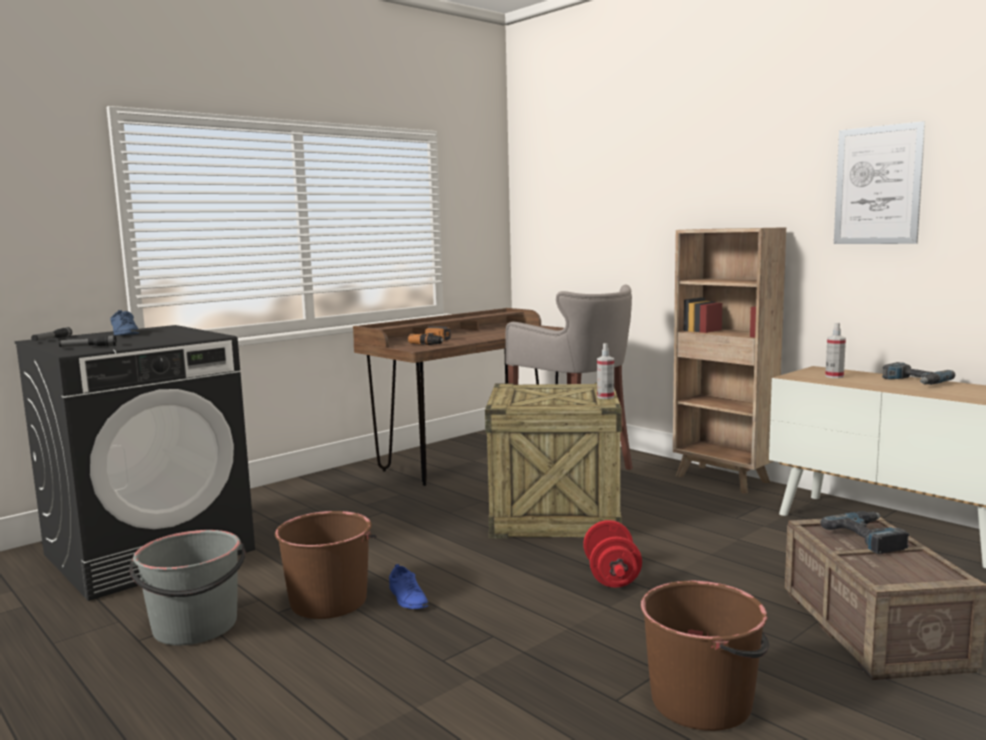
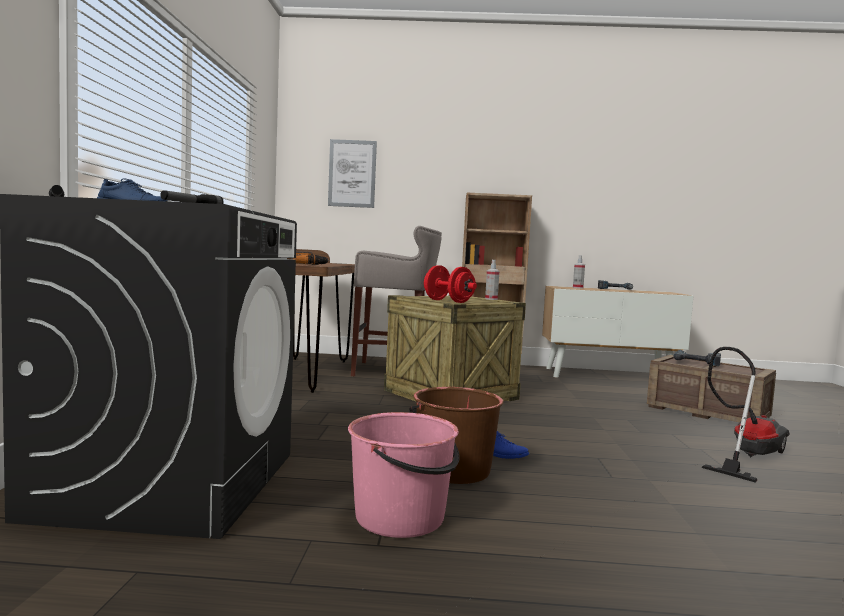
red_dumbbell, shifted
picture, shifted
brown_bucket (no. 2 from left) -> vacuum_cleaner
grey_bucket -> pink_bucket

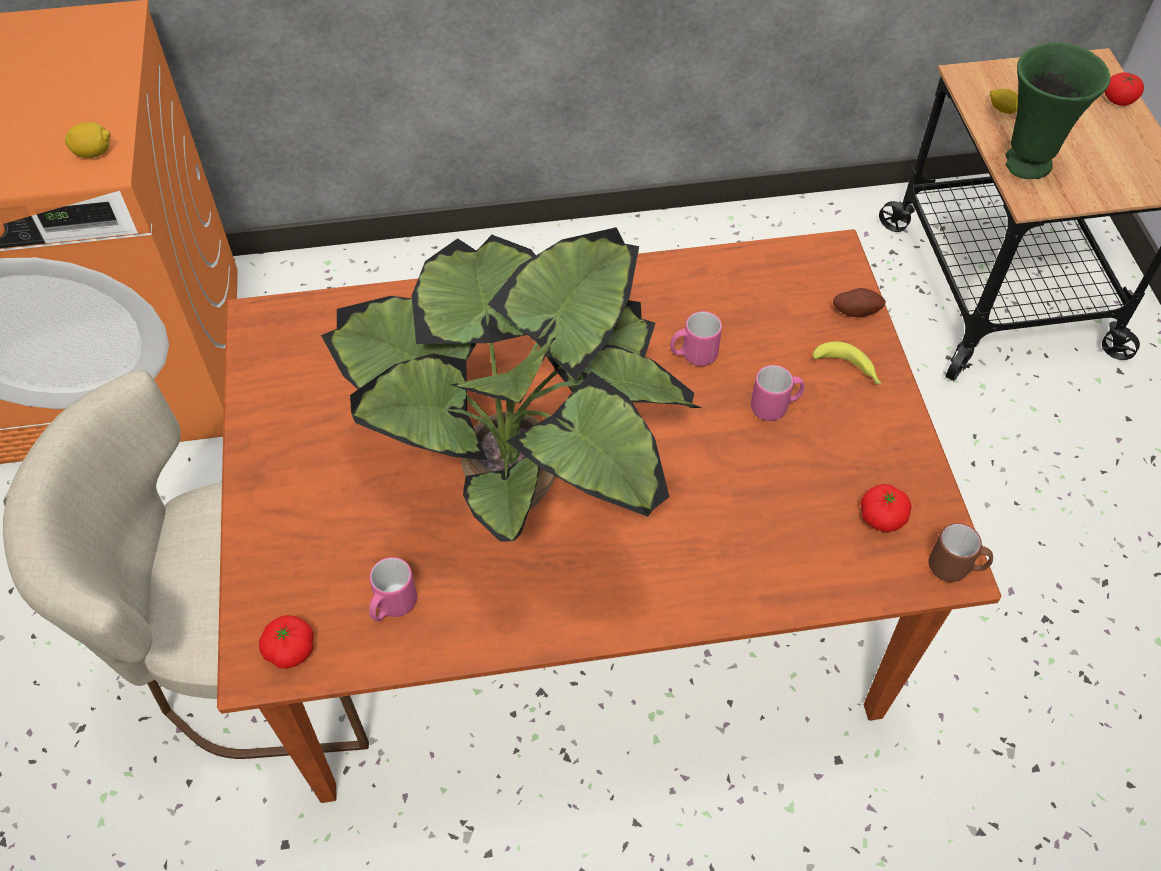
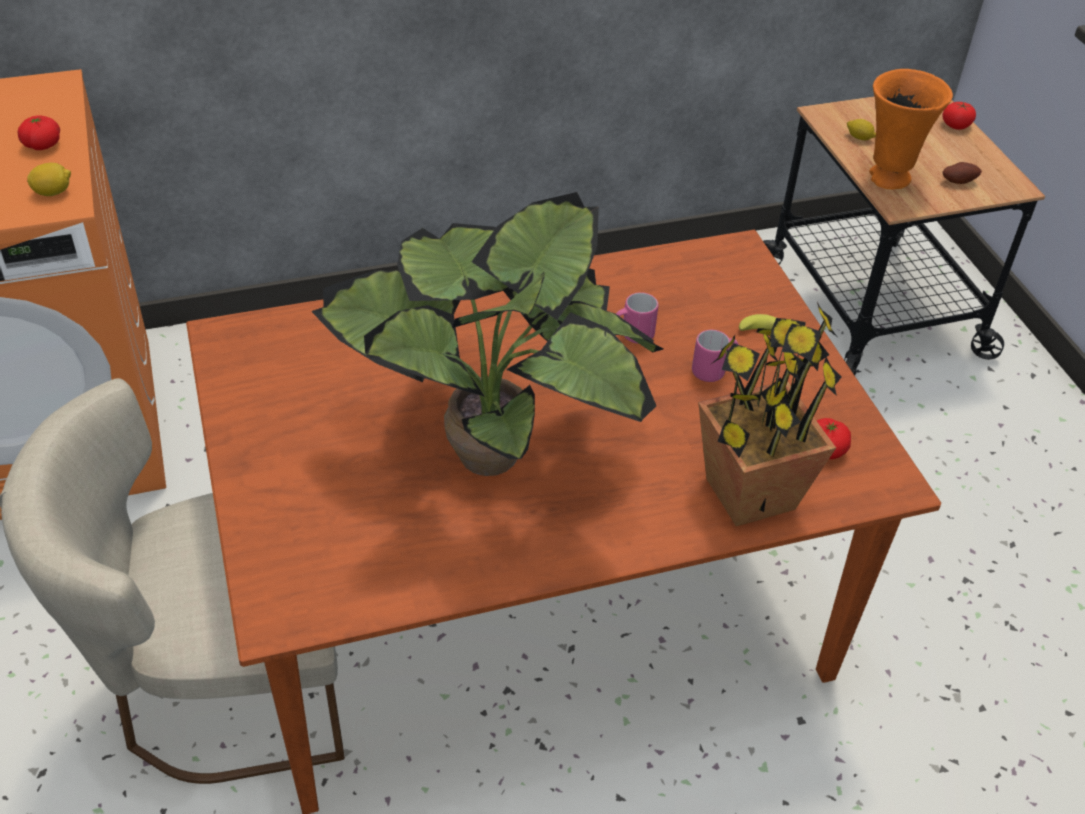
pink_mug (no. 1 from left) -> none
brown_mug -> none
none -> potted_plant (no. 2 from left)
tomato (no. 1 from left), shifted
potato, shifted
green_vase -> orange_vase

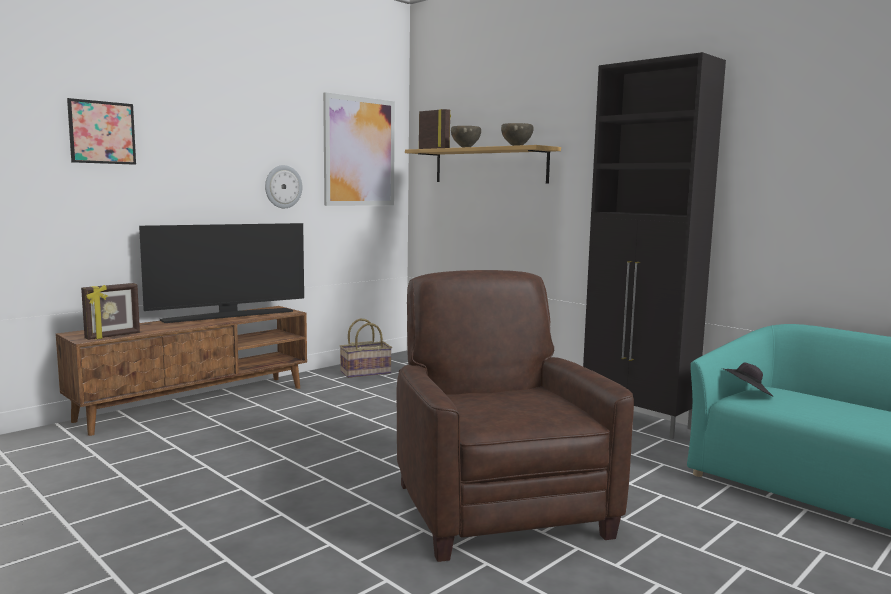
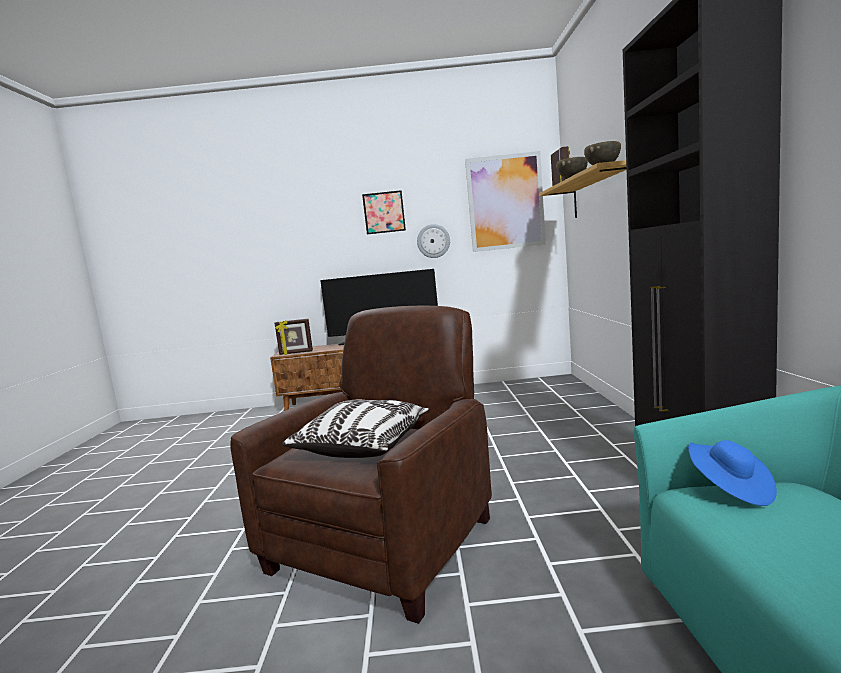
basket -> none
none -> pillow
picture (no. 1 from left), shifted
black_hat -> blue_hat

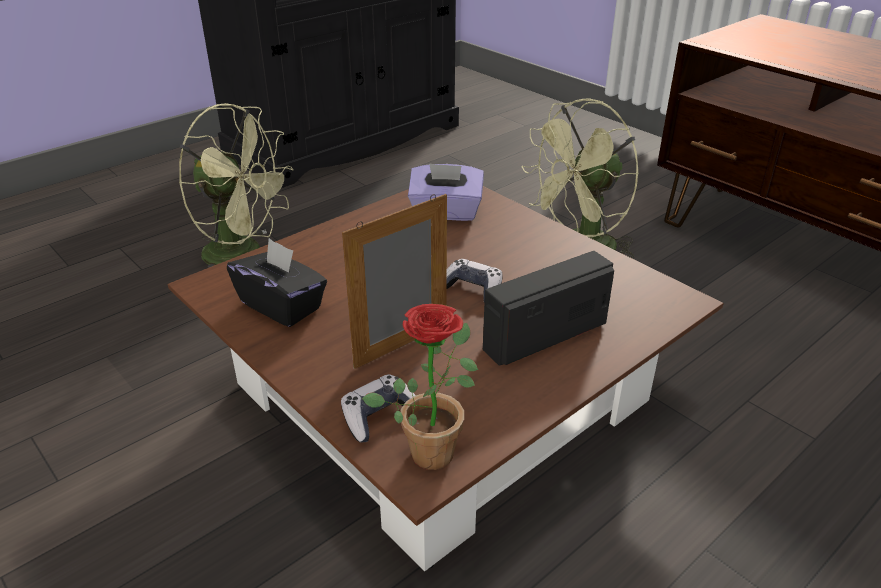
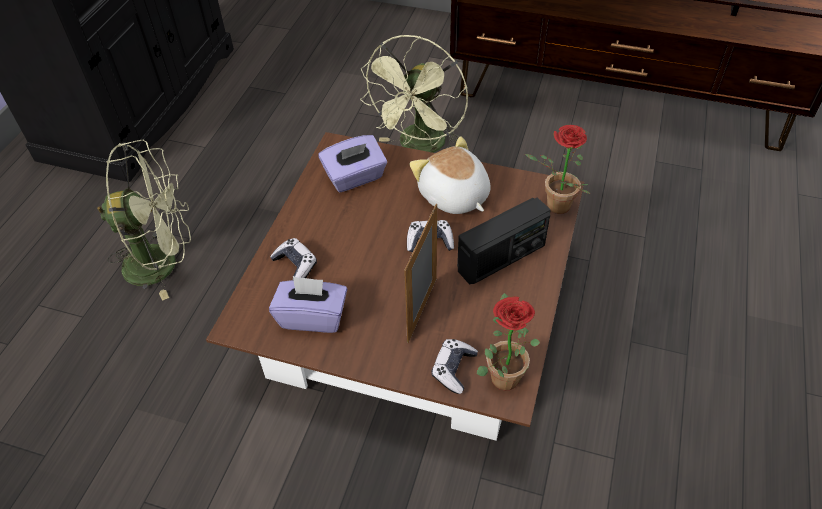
none -> game_controller (no. 1 from left)
none -> plush_toy
none -> potted_plant (no. 2 from left)
black_tissue_box -> purple_tissue_box (no. 1 from left)
radio, 150 degrees counterclockwise

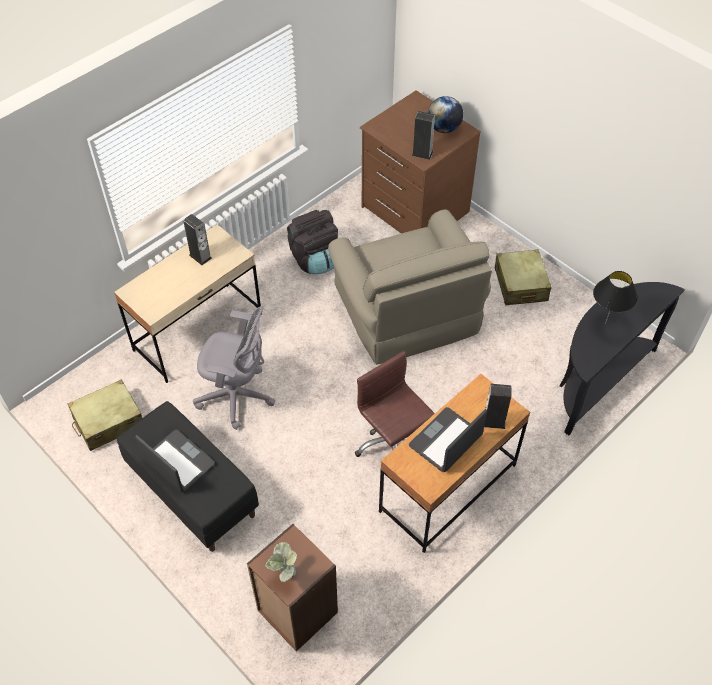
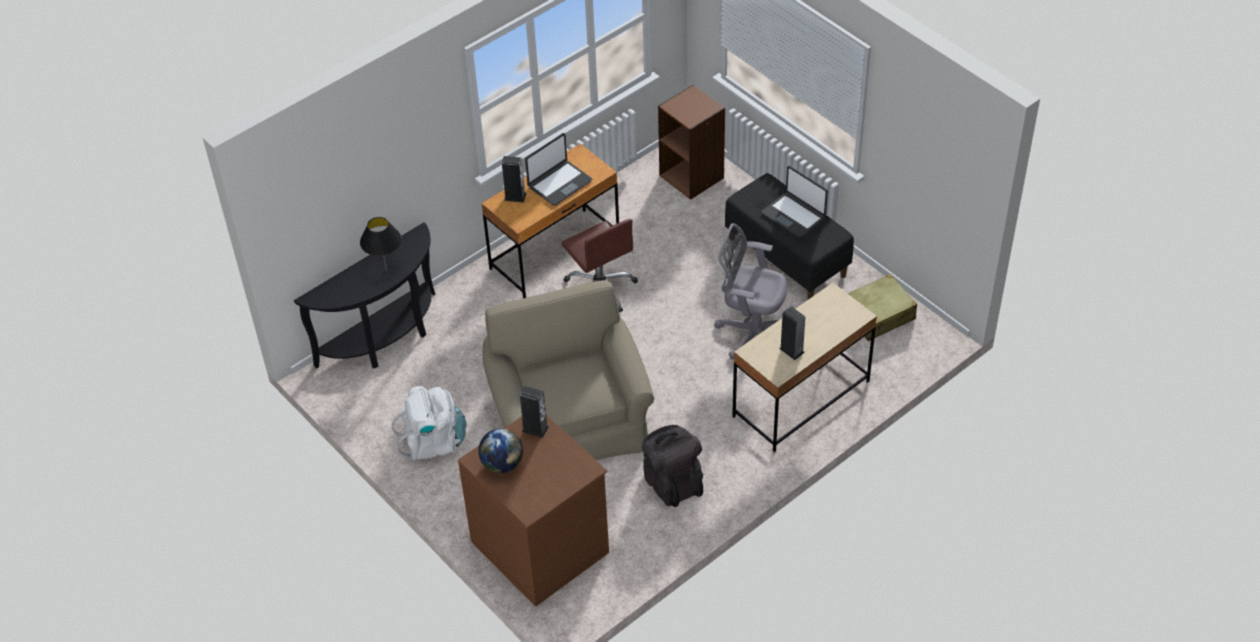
potted_plant -> none
beige_suitcase (no. 2 from left) -> white_backpack

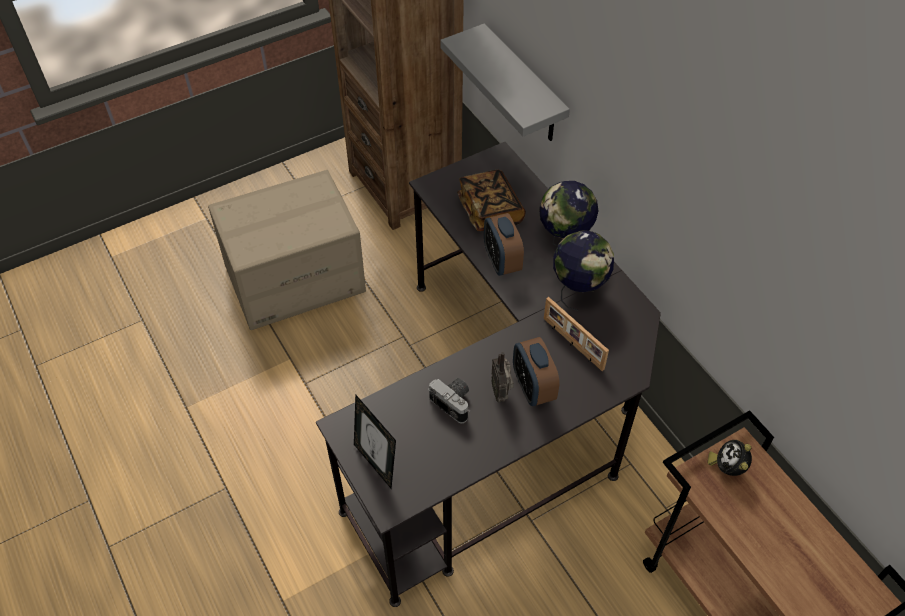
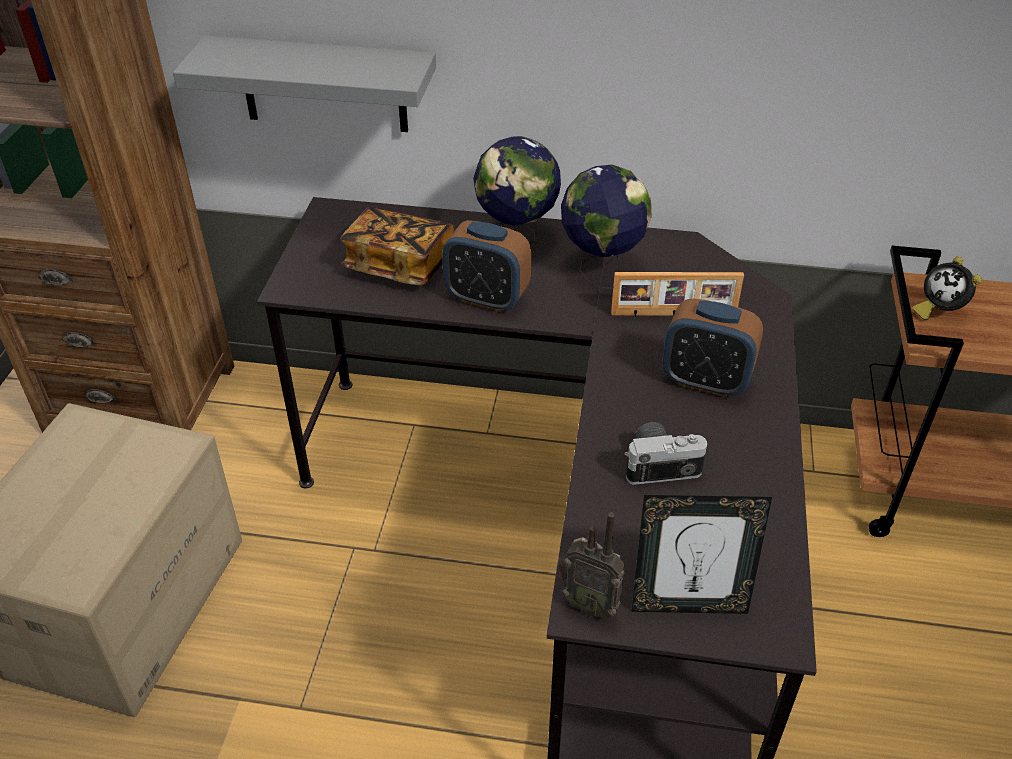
radio, shifted

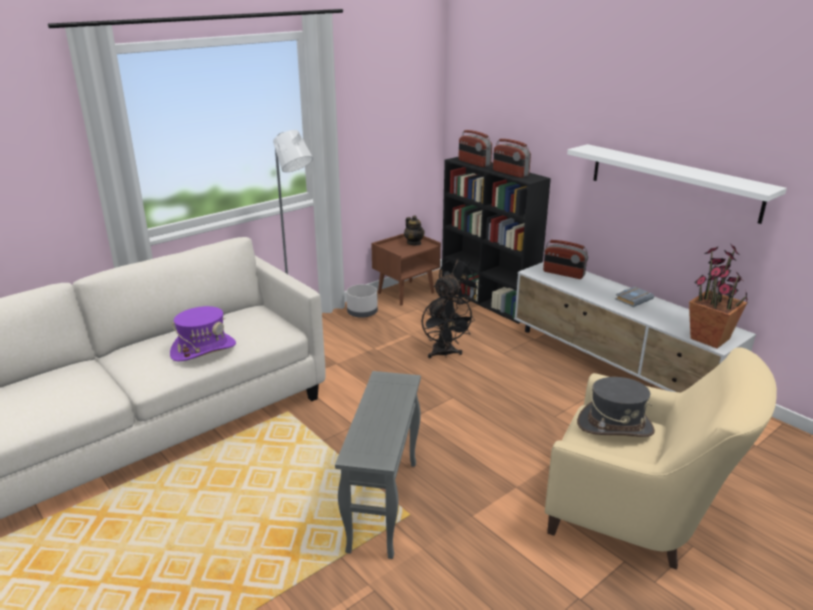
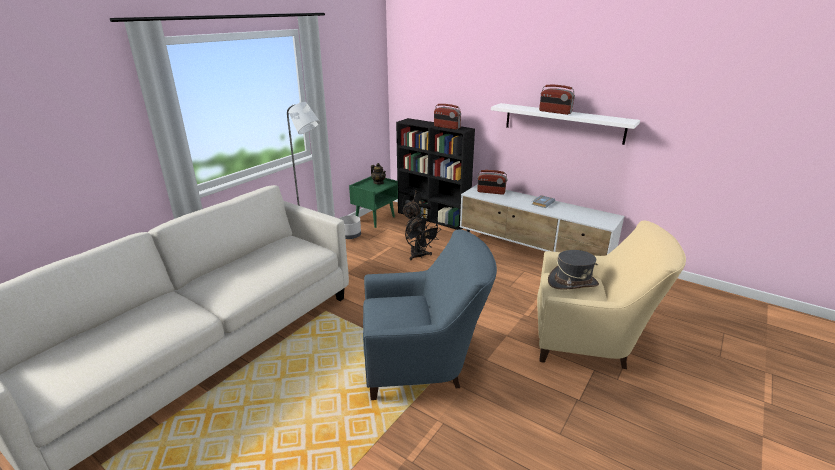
purple_hat -> none
potted_plant -> none
radio (no. 1 from left in the first image) -> radio (no. 3 from left), shifted
grey_side_table -> blue_armchair
brown_nightstand -> green_nightstand

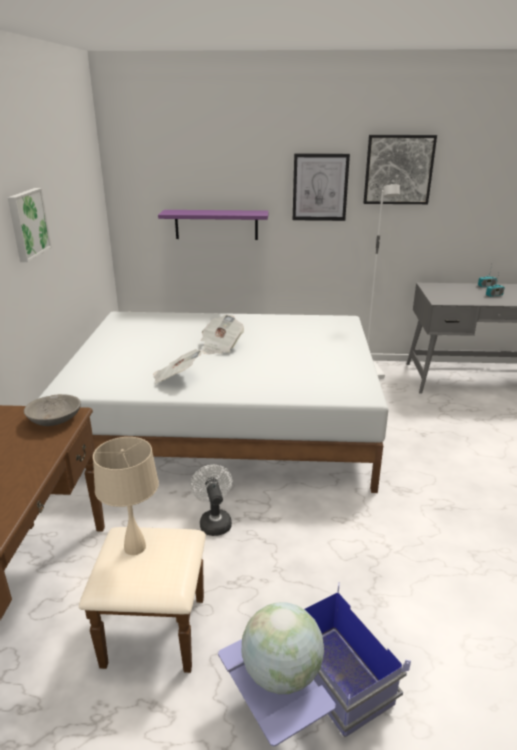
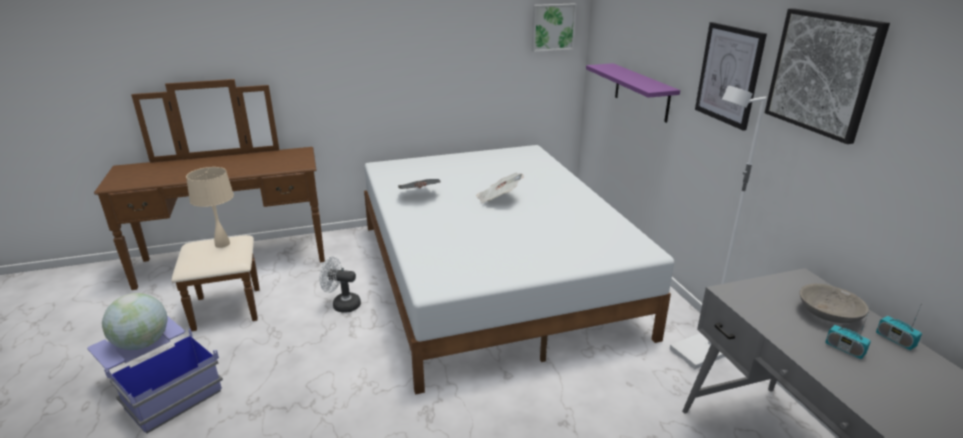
picture (no. 1 from left), shifted
grey_bowl, shifted
white_fan, 135 degrees counterclockwise

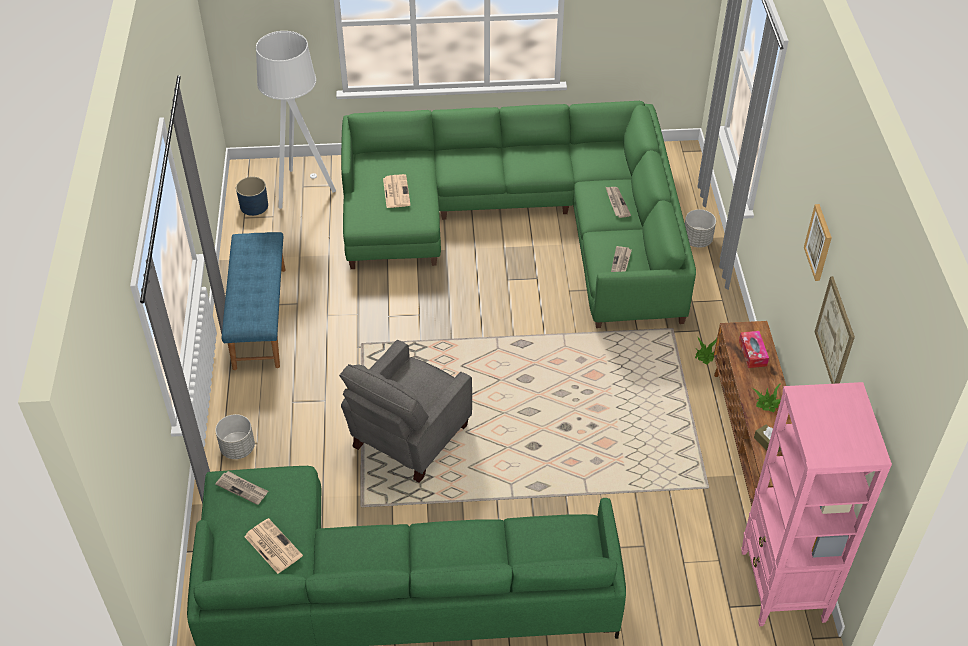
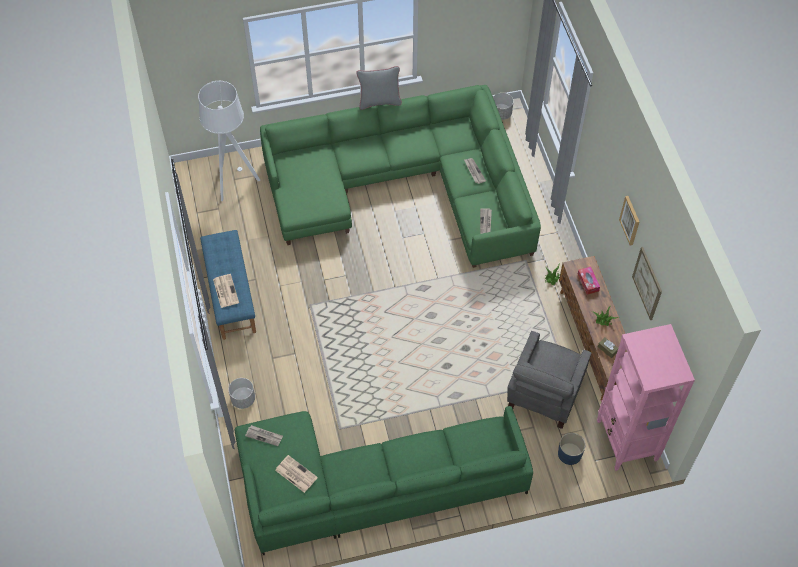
none -> grey_pillow
blue_planter, shifted
grey_armchair, shifted
newspaper (no. 3 from left in the first image) -> newspaper (no. 1 from left), shifted
grey_planter (no. 2 from left), shifted

